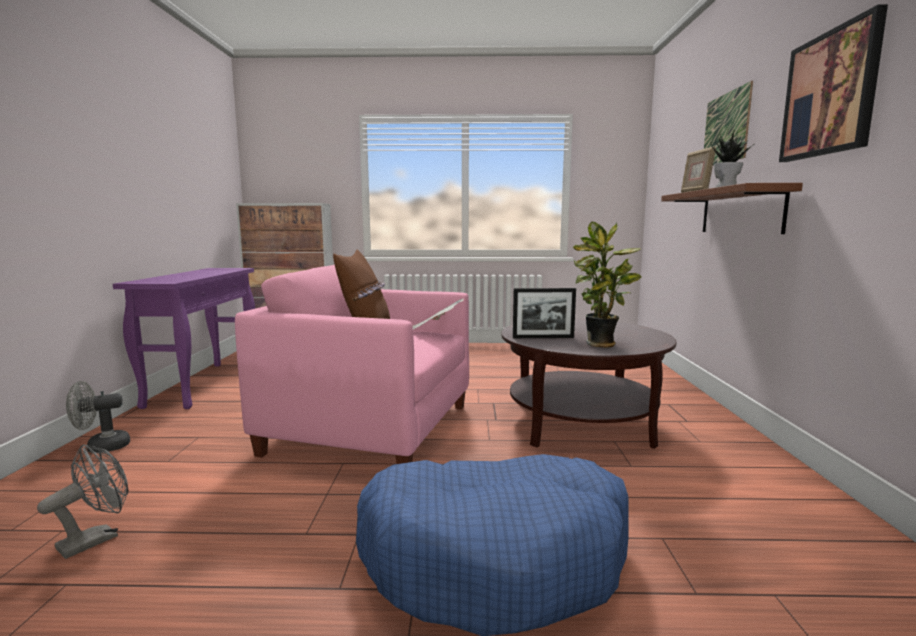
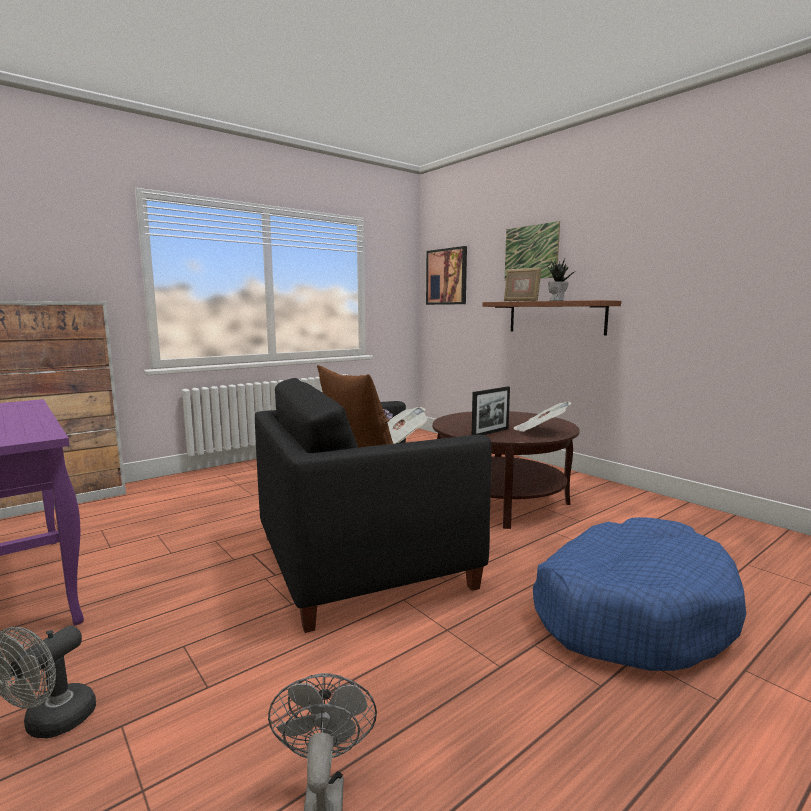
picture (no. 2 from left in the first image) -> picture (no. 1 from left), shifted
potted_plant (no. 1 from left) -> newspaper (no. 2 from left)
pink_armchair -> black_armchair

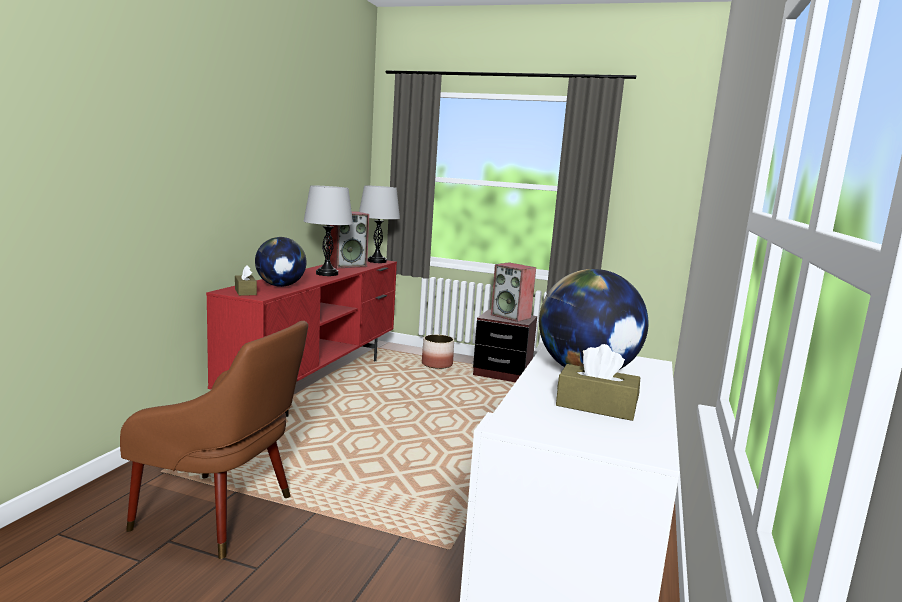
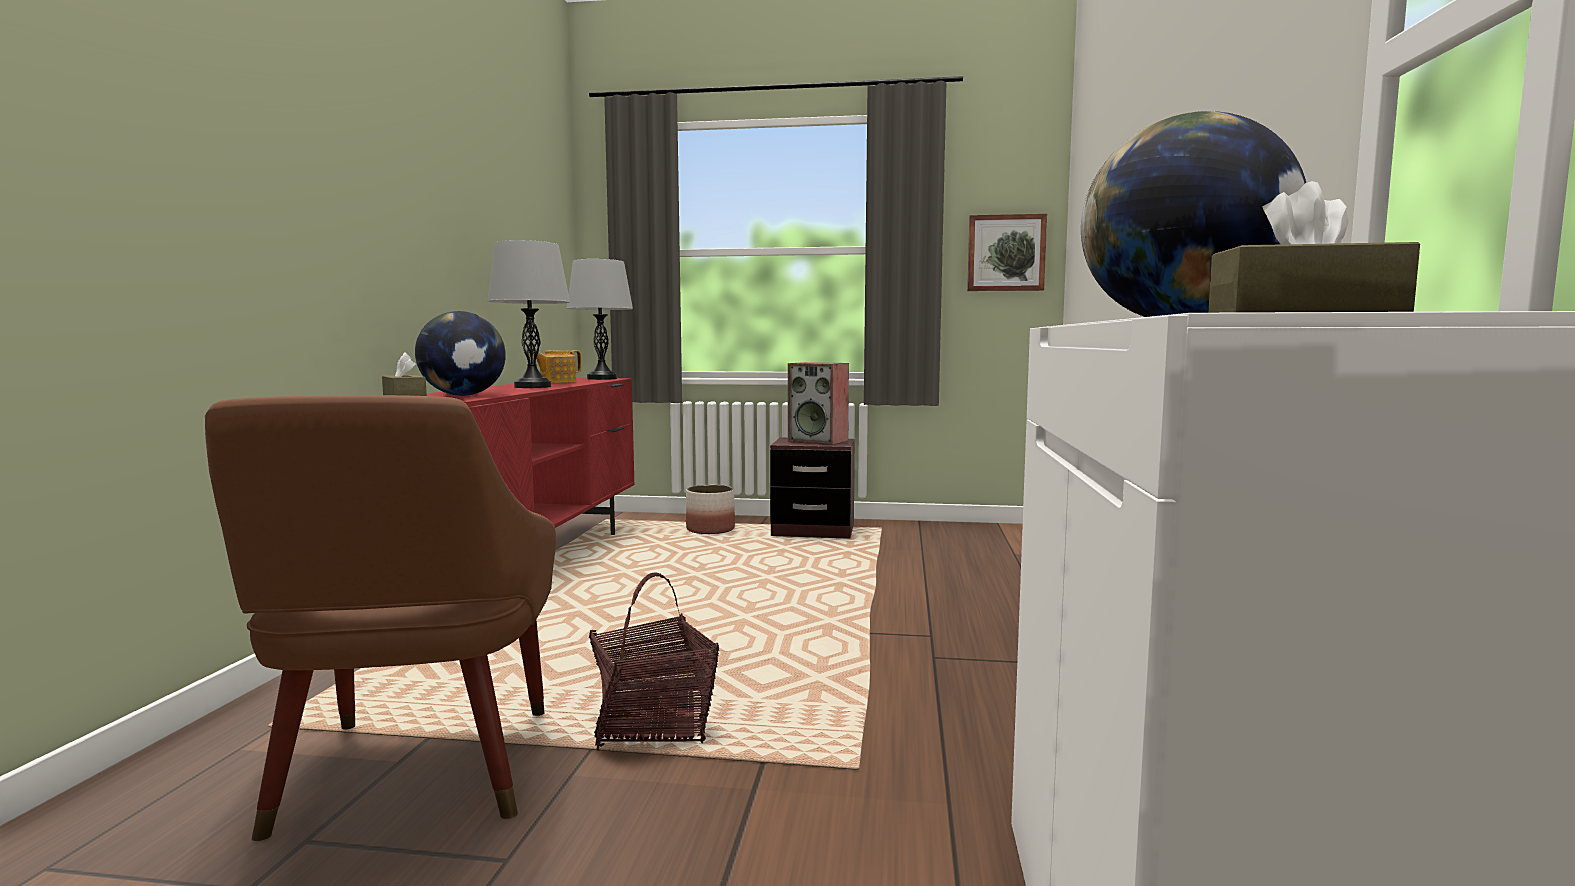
none -> basket
none -> picture
speaker (no. 1 from left) -> teapot
brown_armchair, 75 degrees clockwise

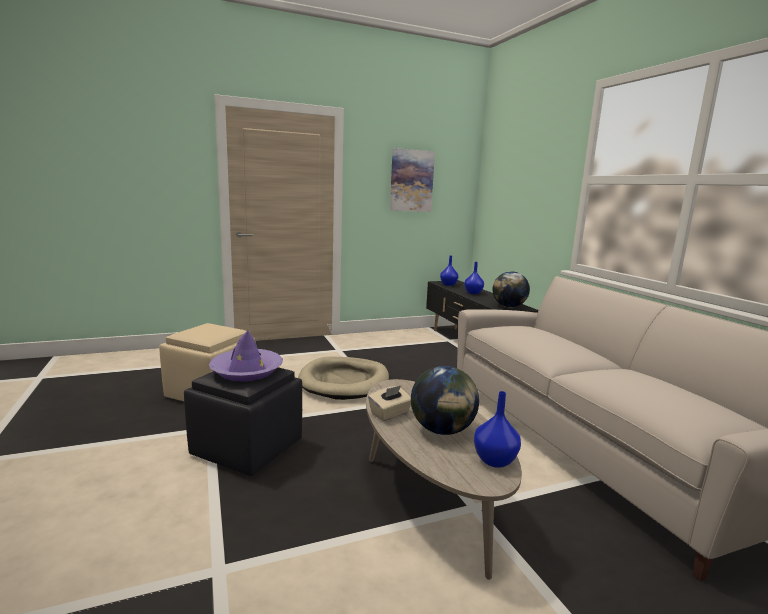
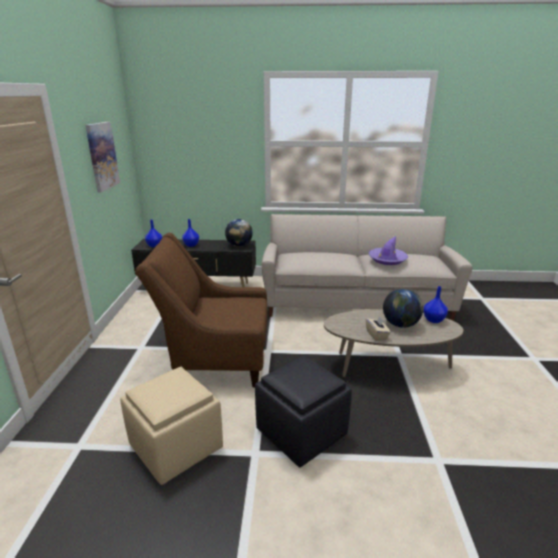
purple_hat, shifted
beige_dog_bed -> brown_armchair

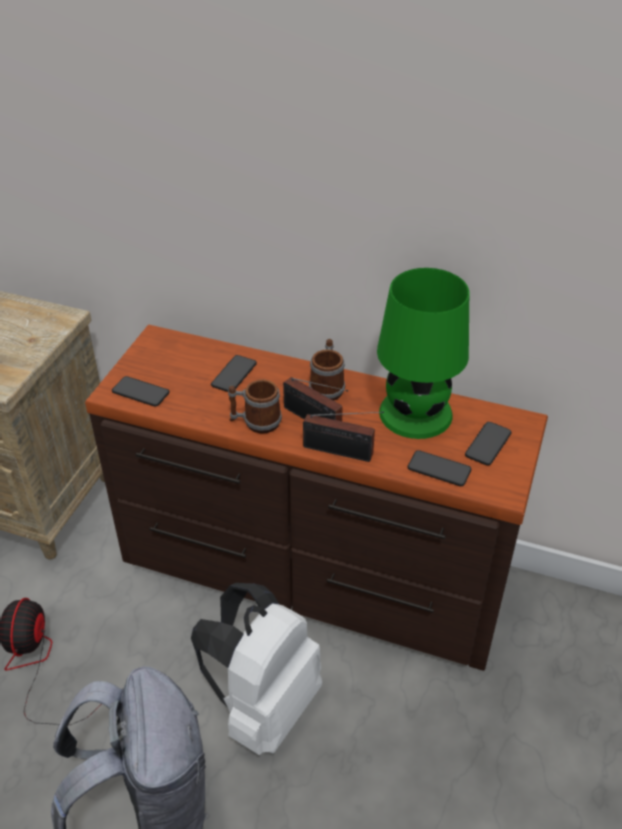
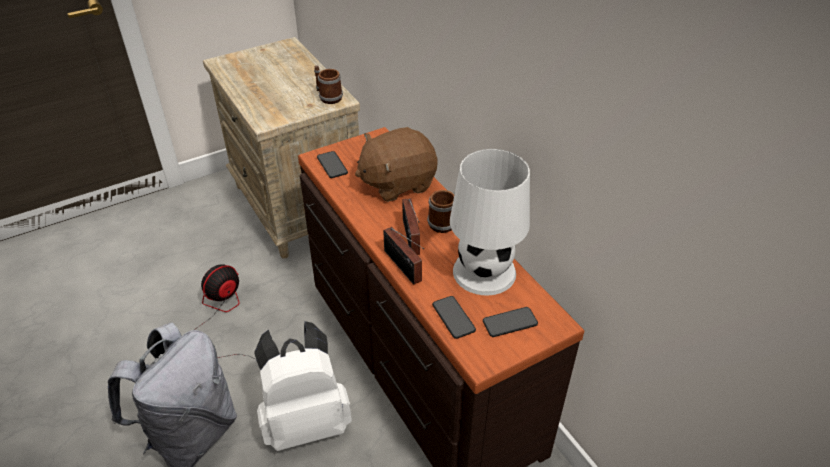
mug (no. 1 from left), shifted
phone (no. 2 from left) -> brown_plush_toy
green_table_lamp -> white_table_lamp

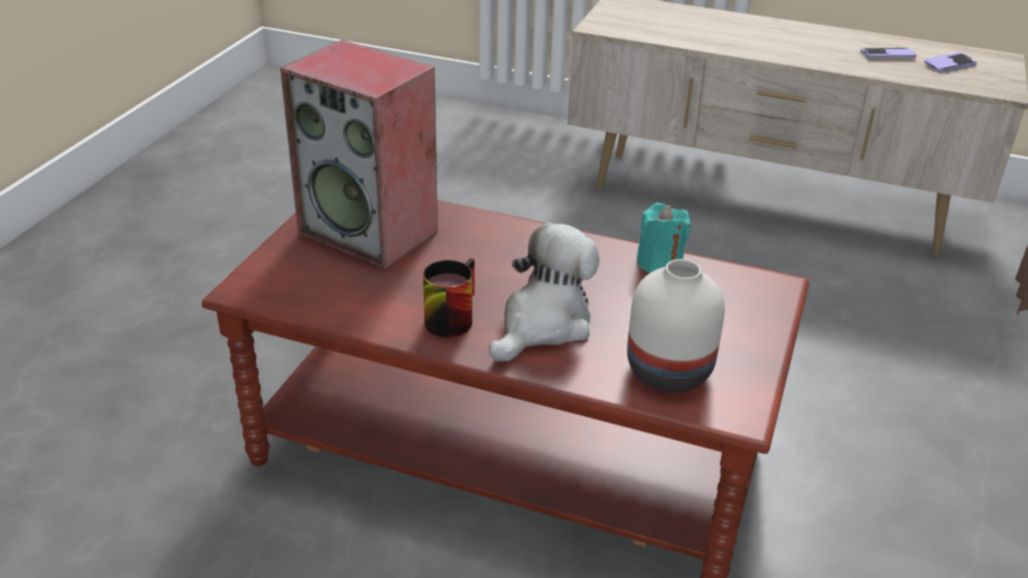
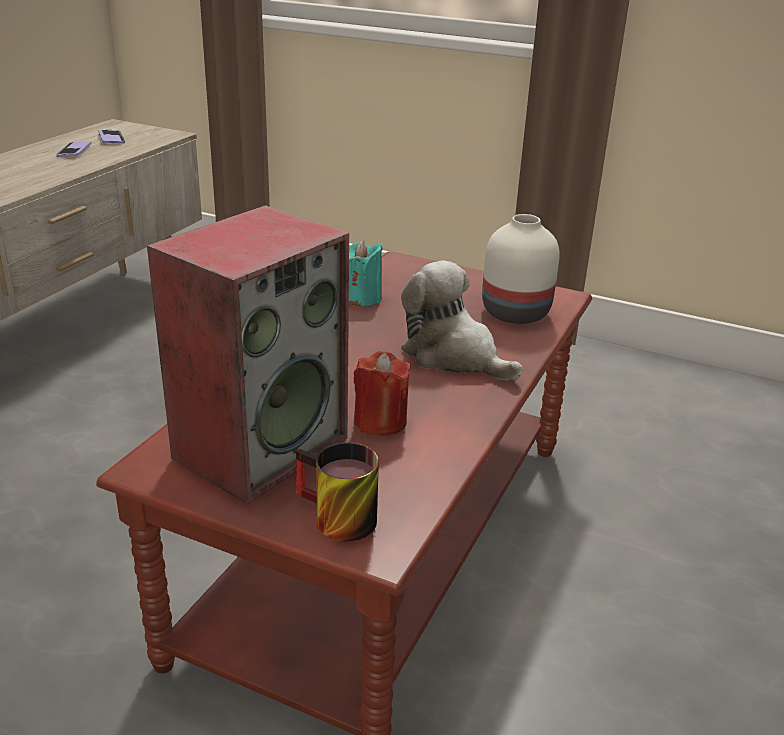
none -> red_candle
mug, shifted

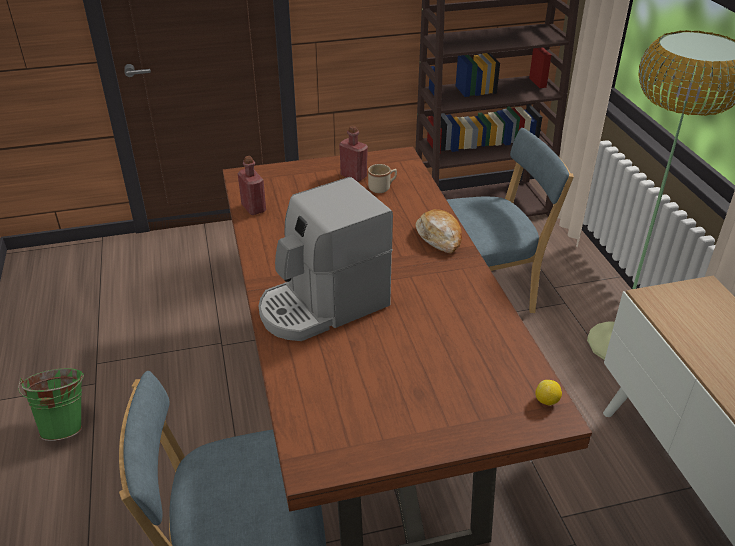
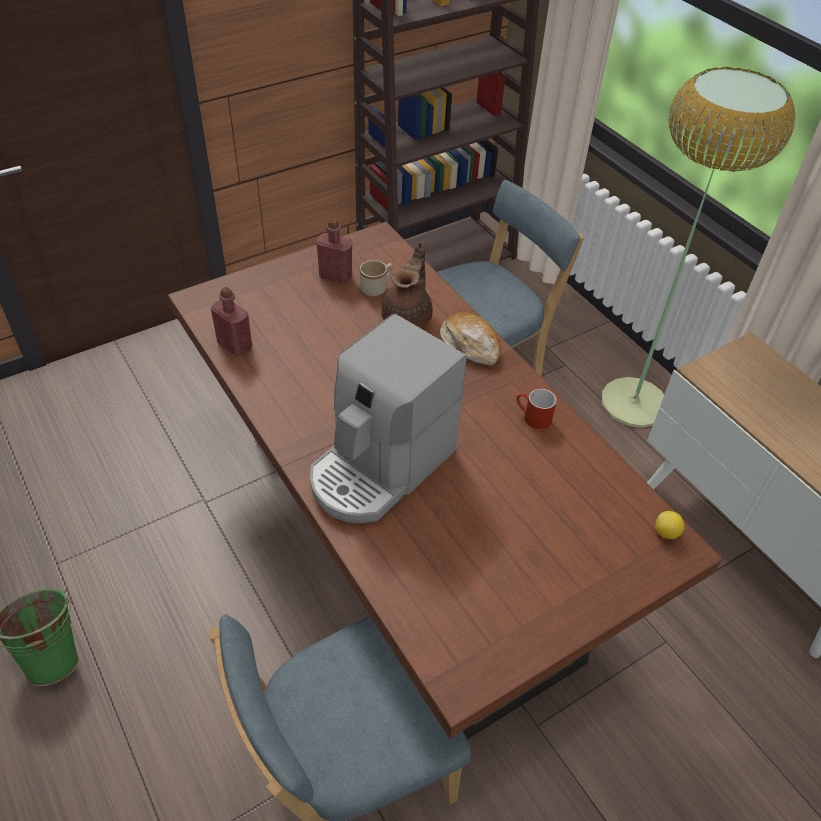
none -> brown_teapot
none -> red_mug

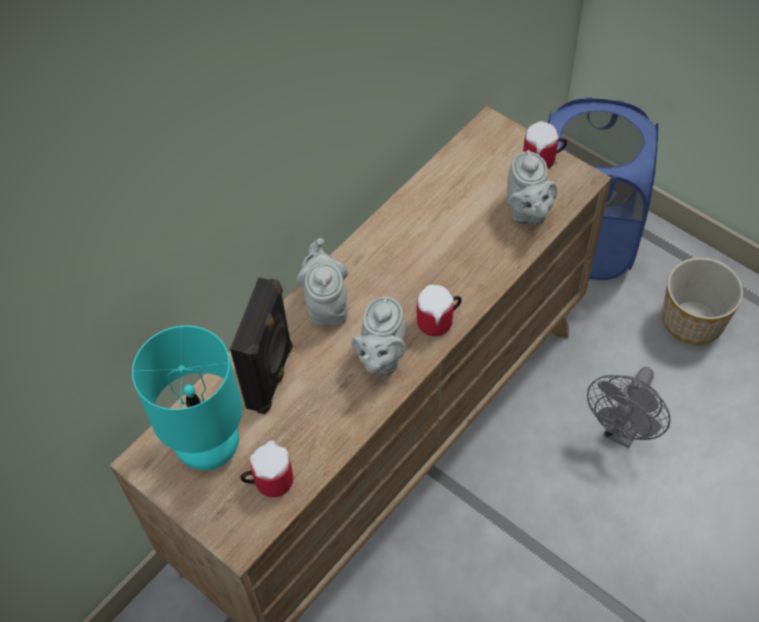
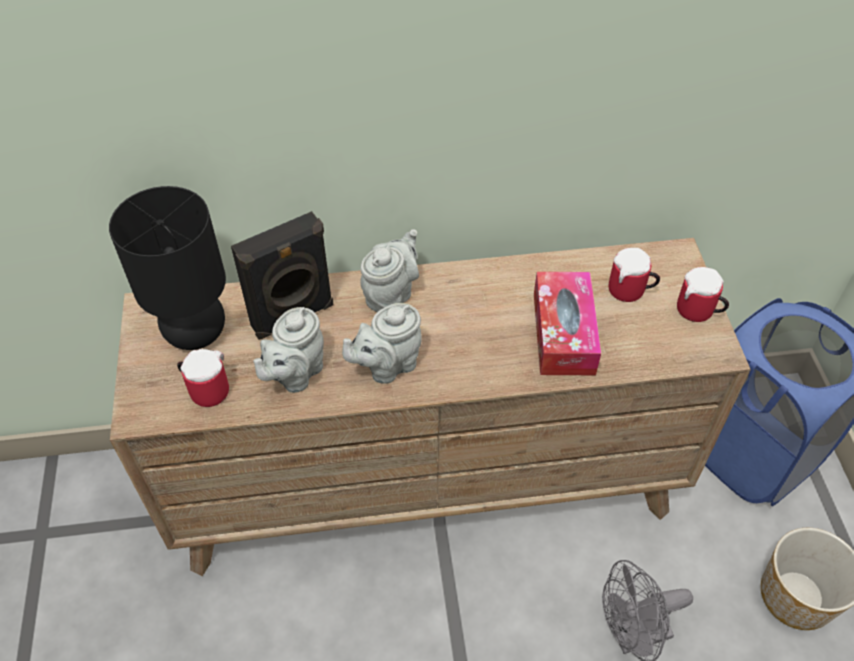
none -> tissue_box
mug (no. 2 from left), shifted
grey_teapot (no. 3 from left in the first image) -> grey_teapot (no. 1 from left), shifted
turquoise_table_lamp -> black_table_lamp

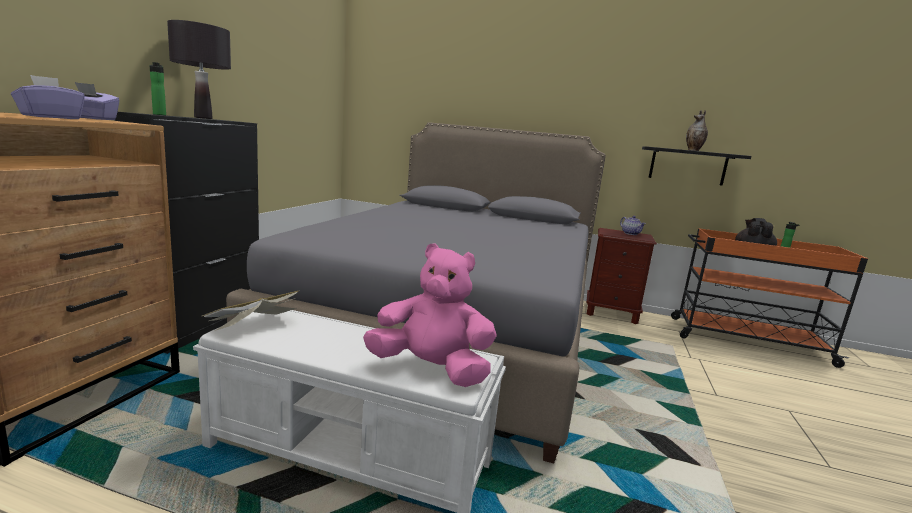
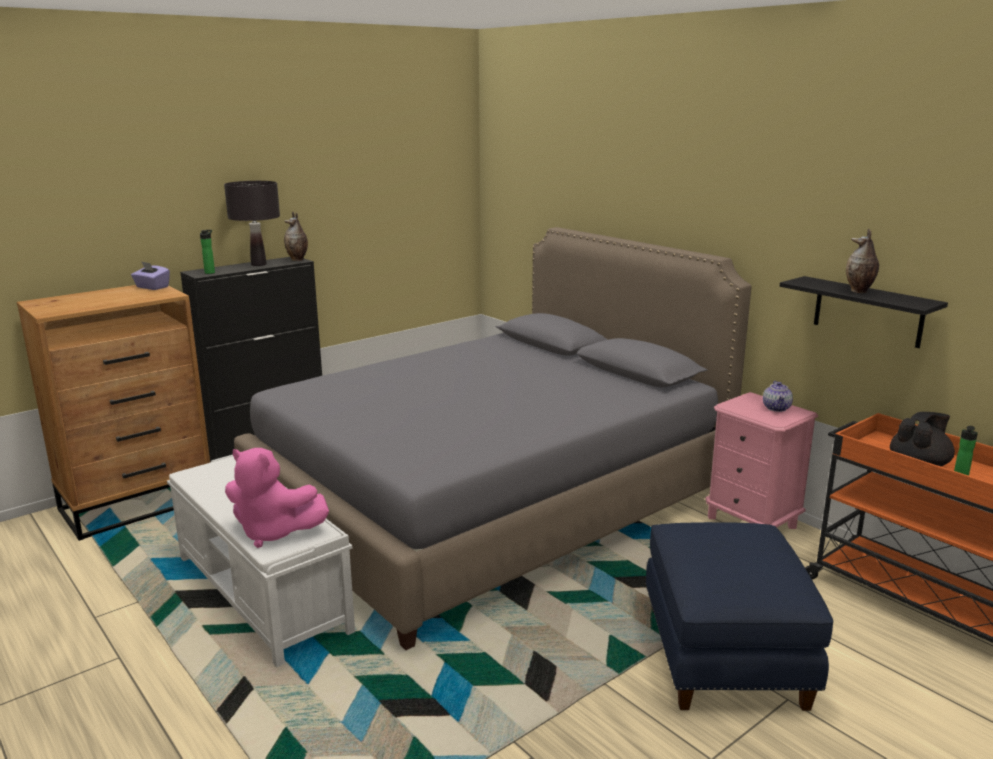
purple_tissue_box (no. 1 from left) -> none
book -> none
none -> vase (no. 1 from left)
none -> blue_ottoman
brown_nightstand -> pink_nightstand
pink_plush_toy, 150 degrees clockwise

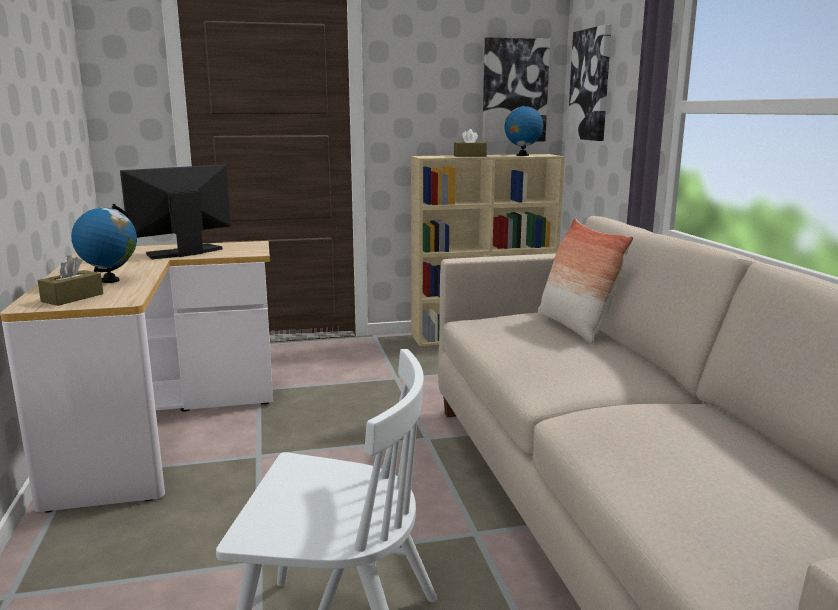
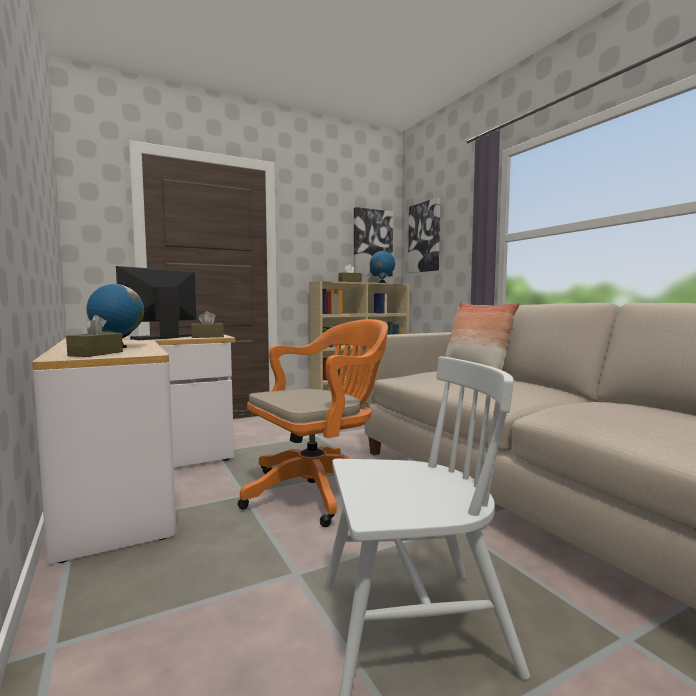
none -> brown_tissue_box (no. 2 from left)
none -> orange_office_chair

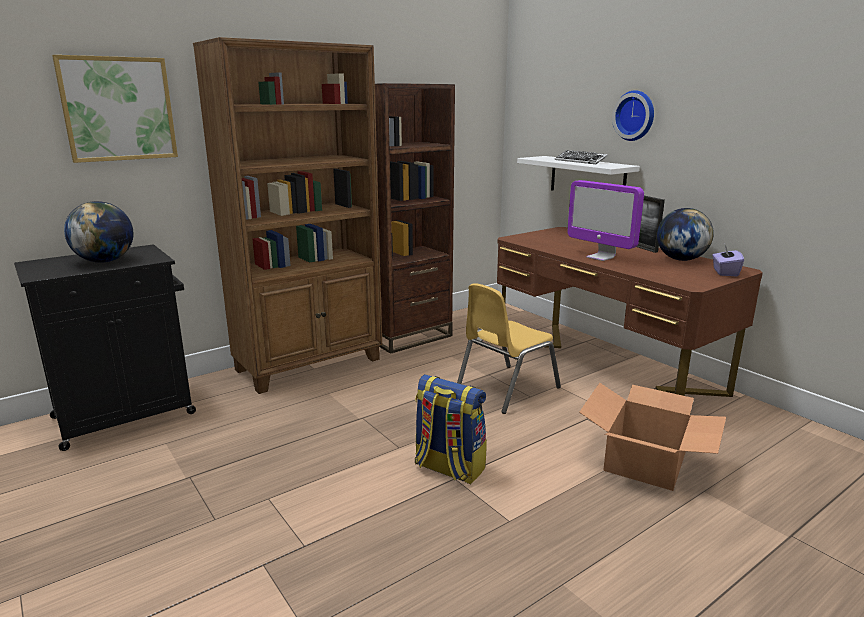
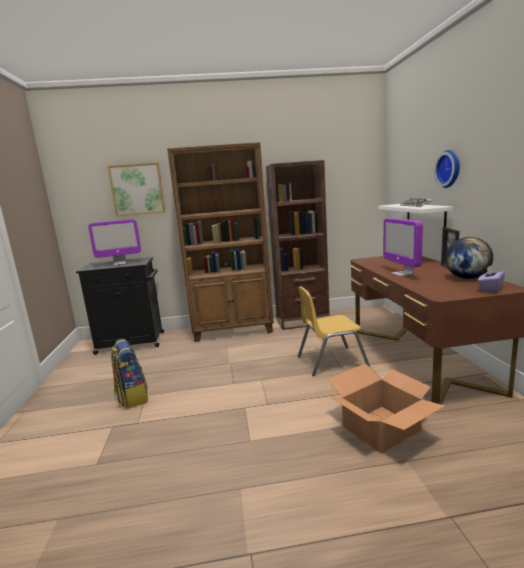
backpack, shifted
globe (no. 1 from left) -> monitor (no. 1 from left)

